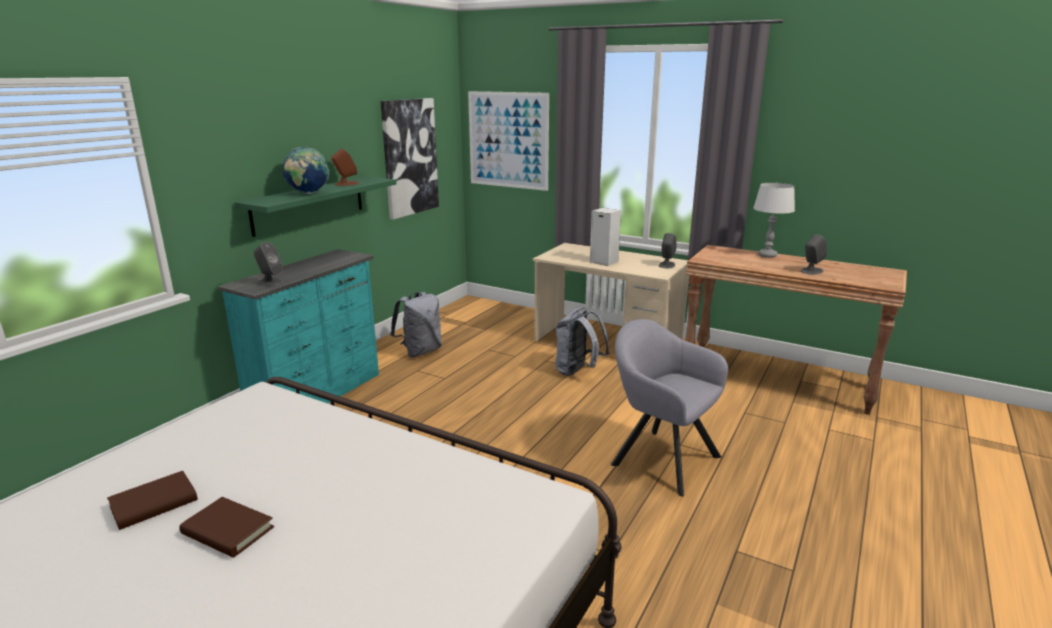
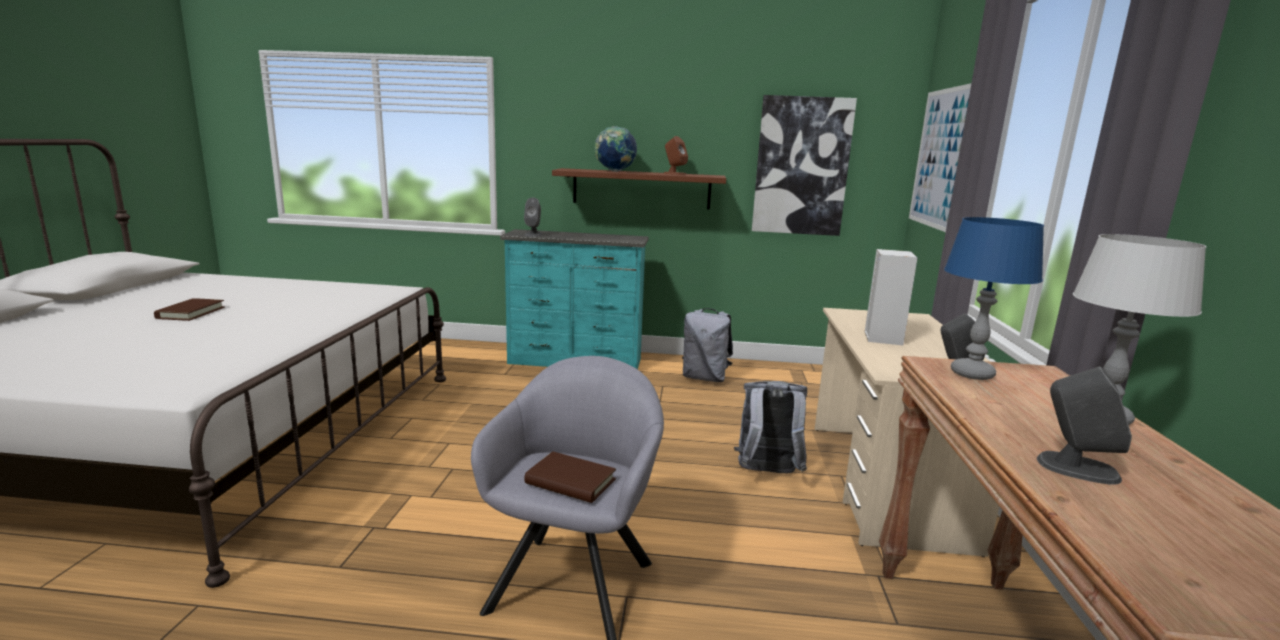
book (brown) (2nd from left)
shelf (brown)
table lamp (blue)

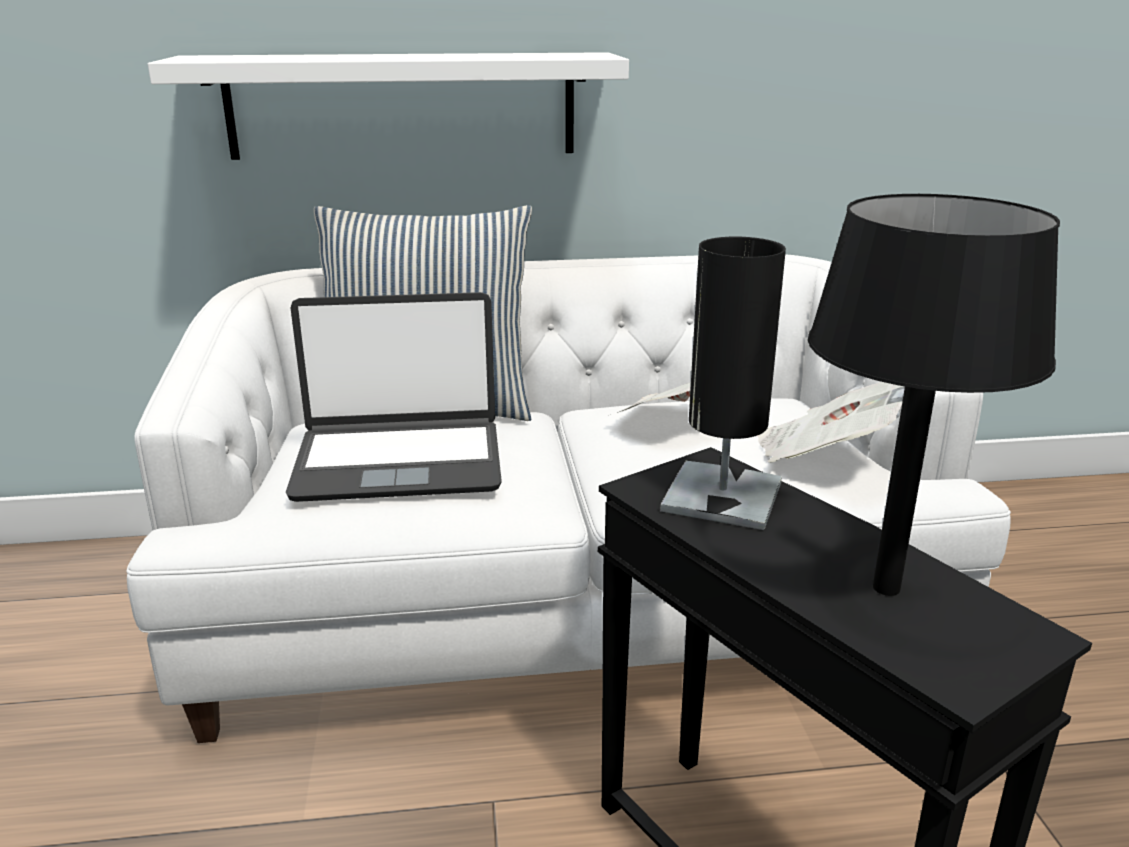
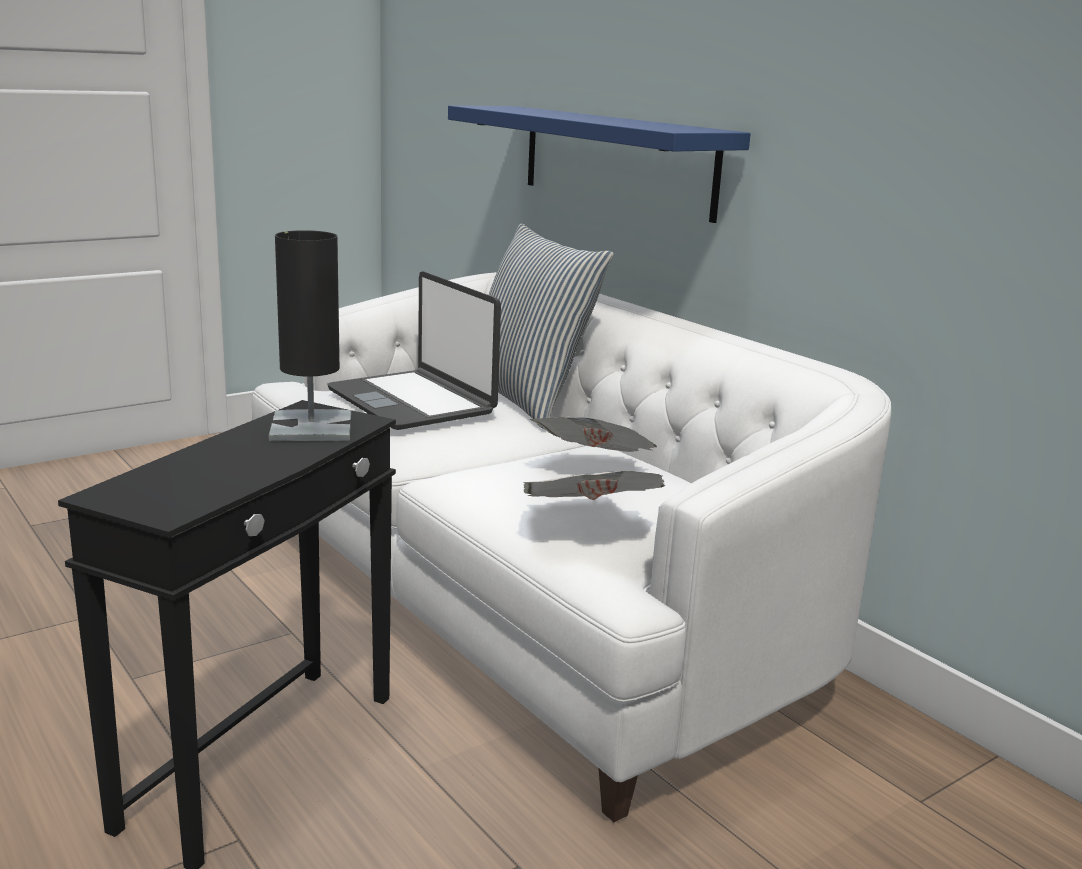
shelf (blue)
table lamp (black) (2nd from left in the first image)

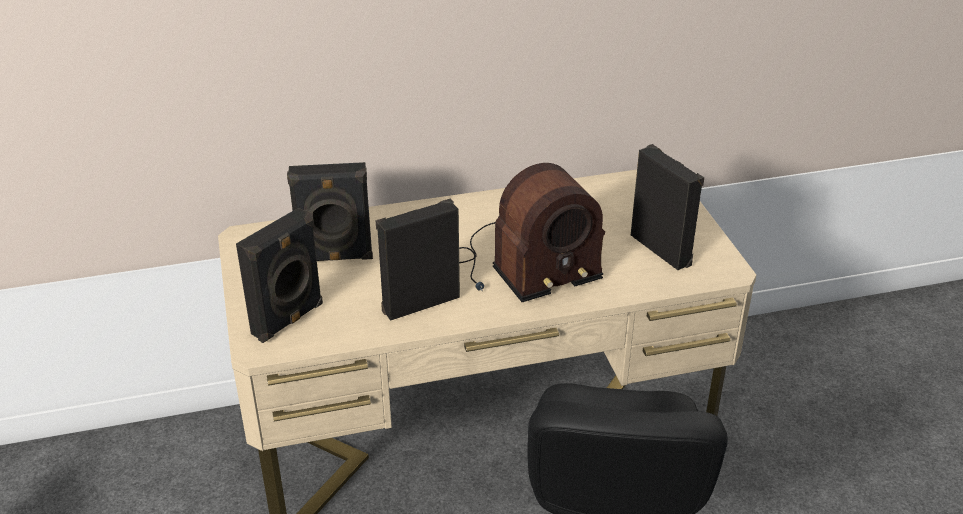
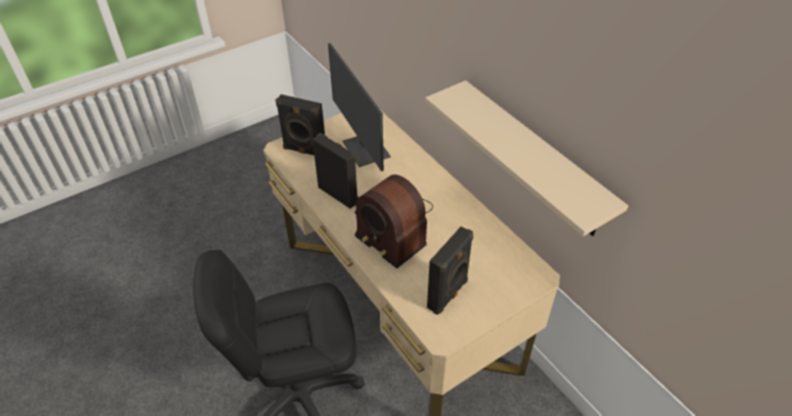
monitor
shelf (beige)

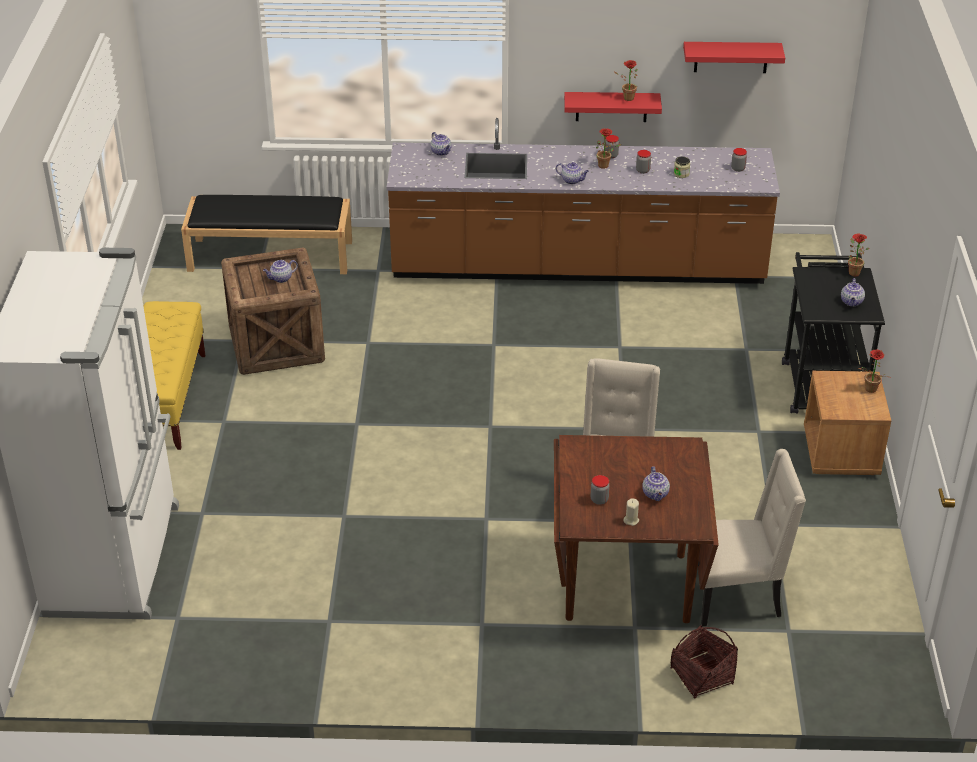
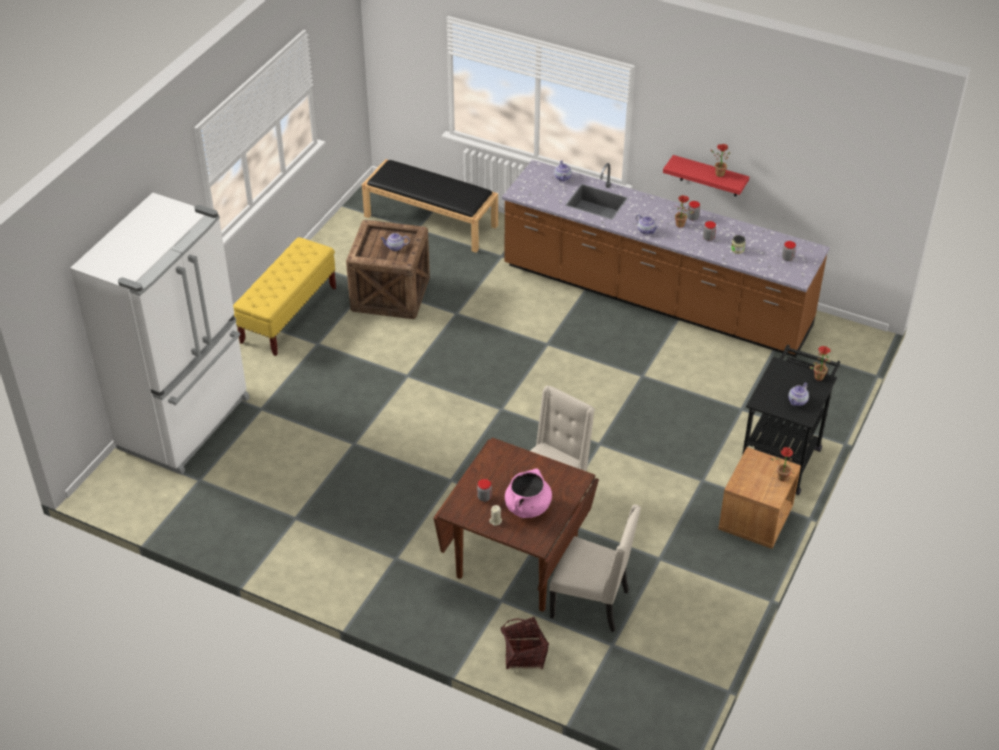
cooking pot (pink)
shelf (red) (2nd from left in the first image)

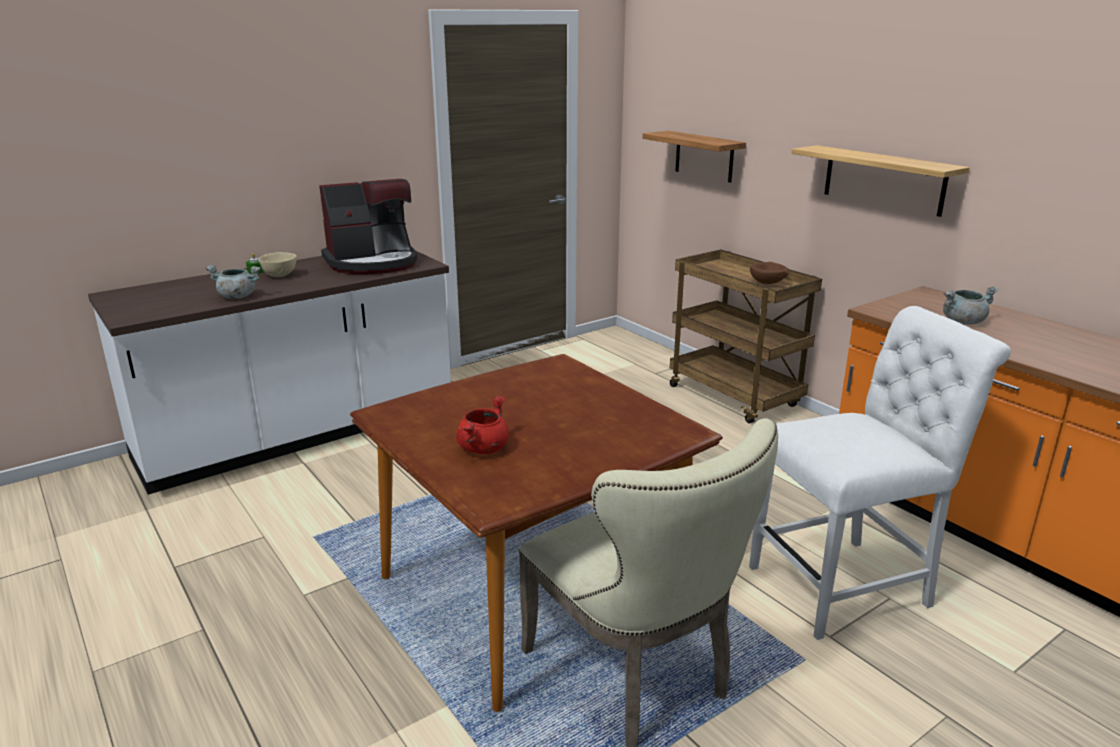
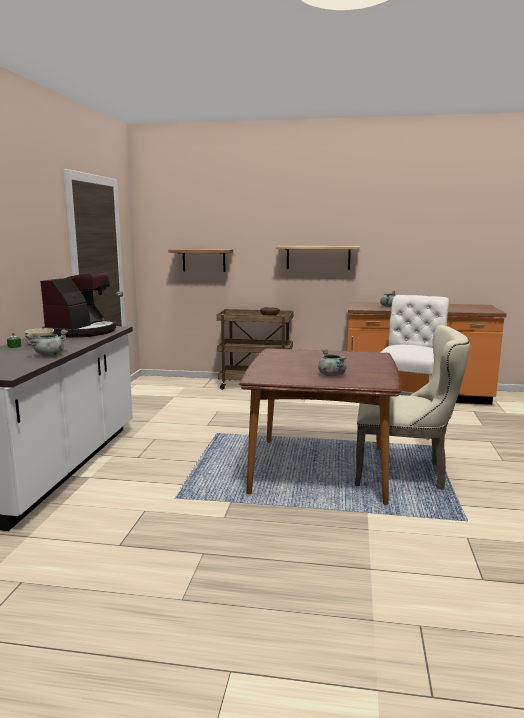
cooking pot (grey) (2nd from left)

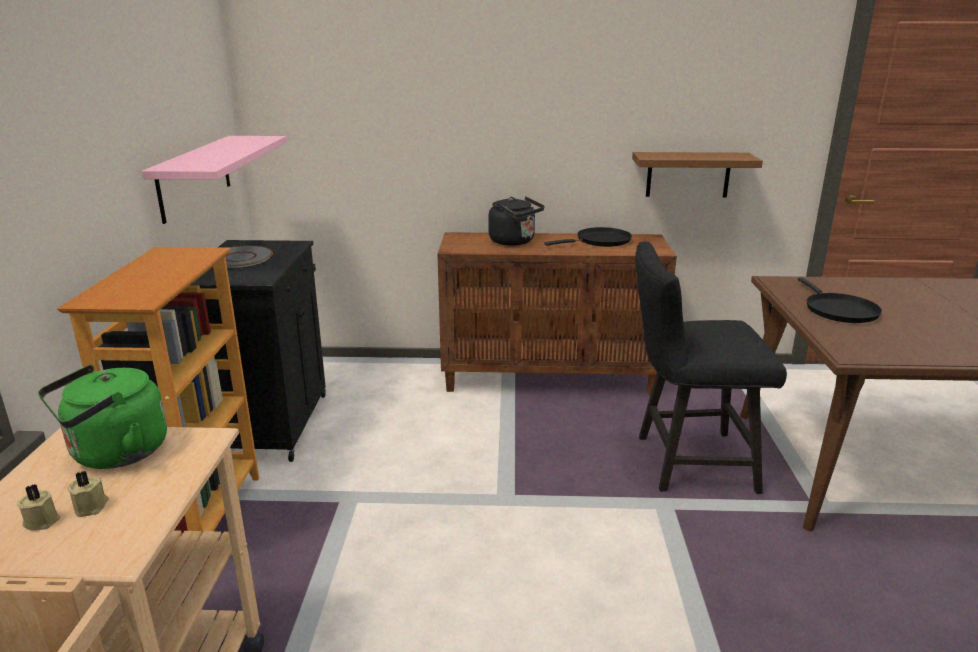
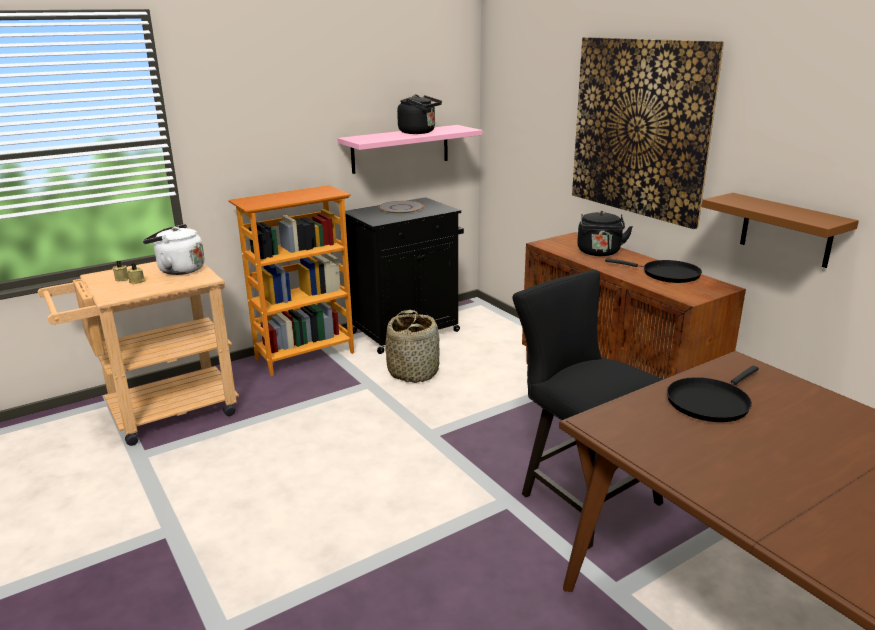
kettle (white)
basket
kettle (black) (1st from left)
picture

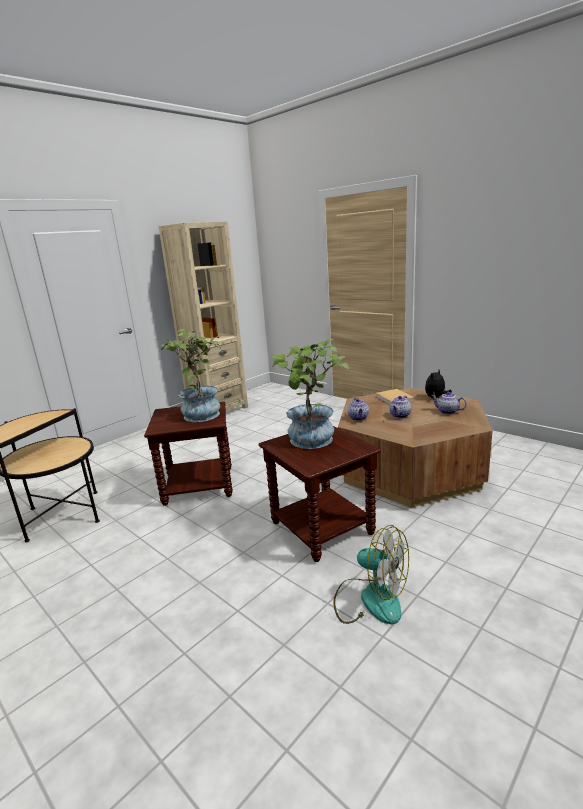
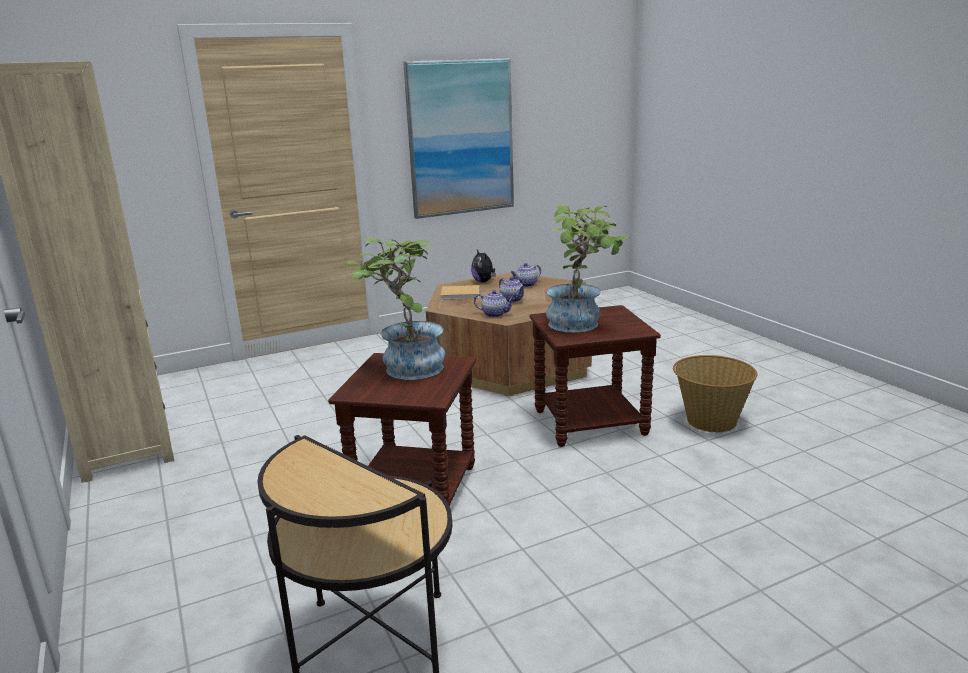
picture
basket

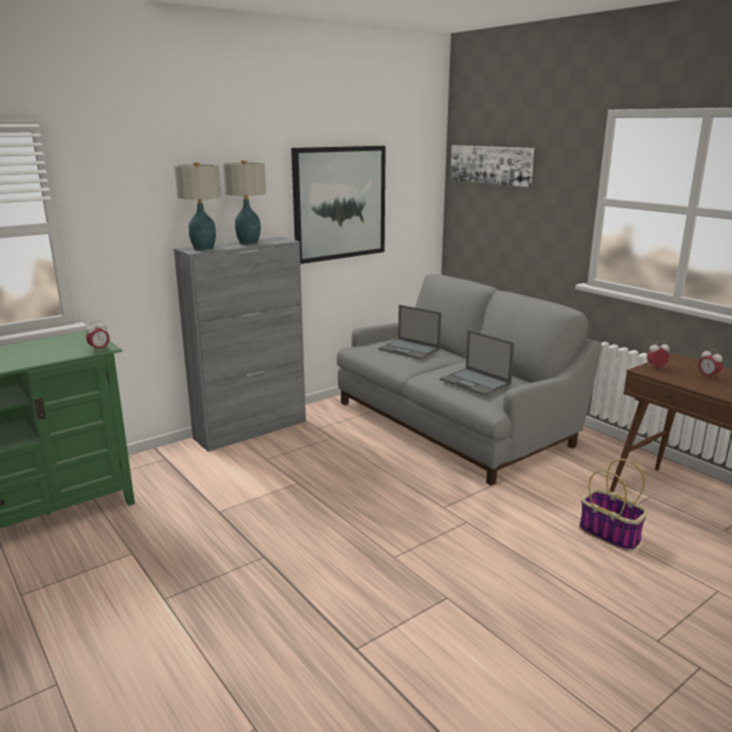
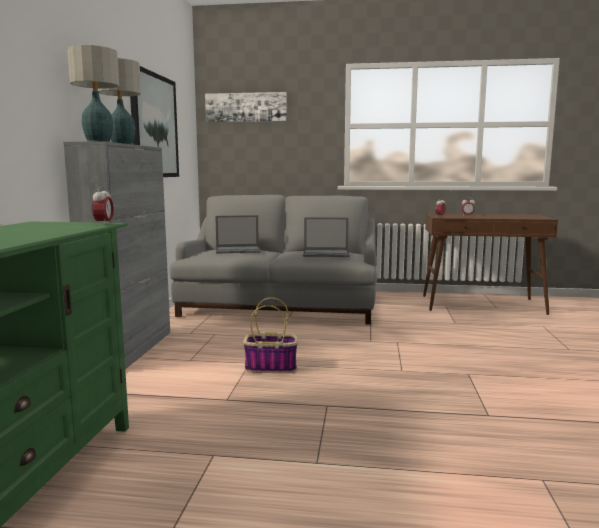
basket

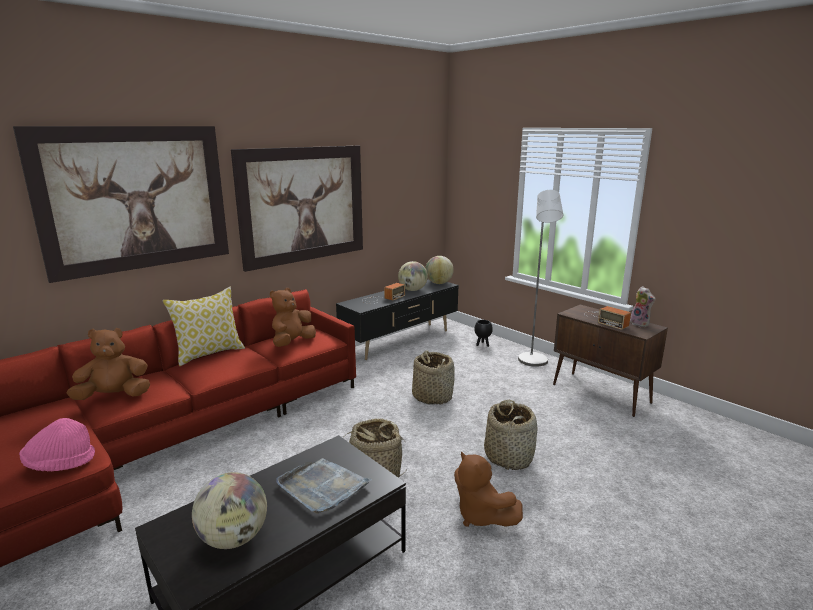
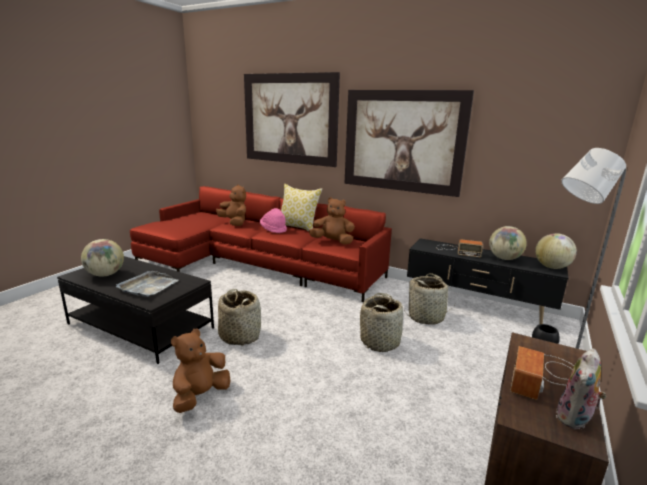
hat (pink)
basket (3rd from left)

